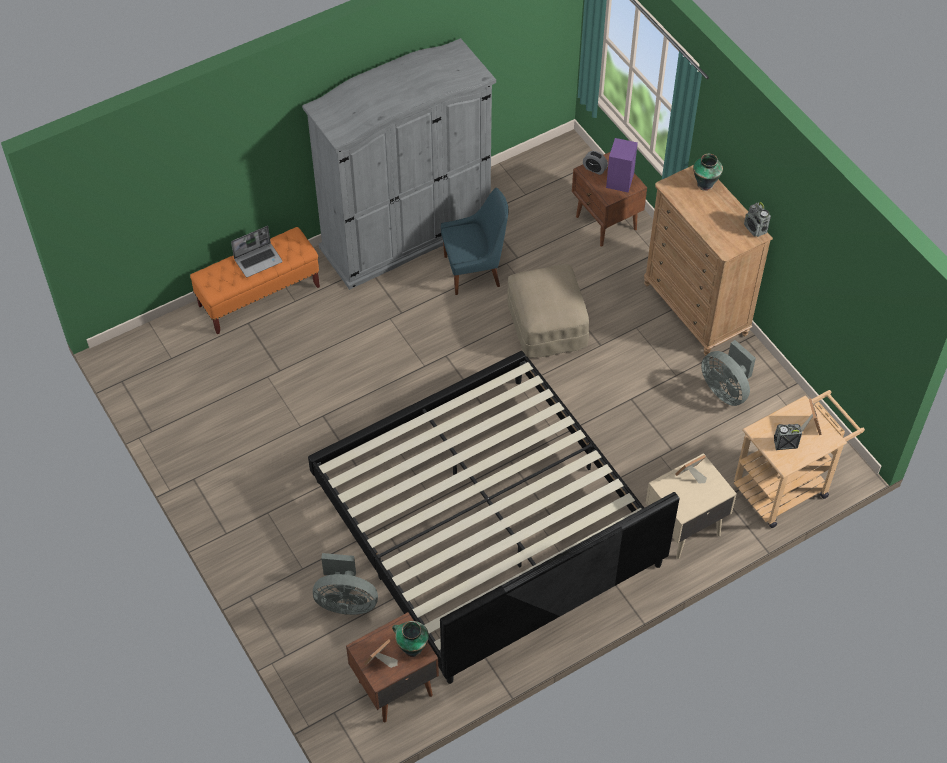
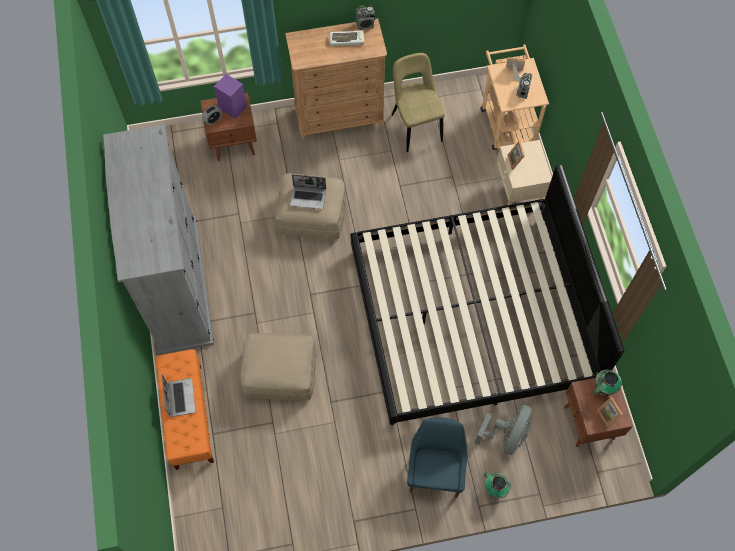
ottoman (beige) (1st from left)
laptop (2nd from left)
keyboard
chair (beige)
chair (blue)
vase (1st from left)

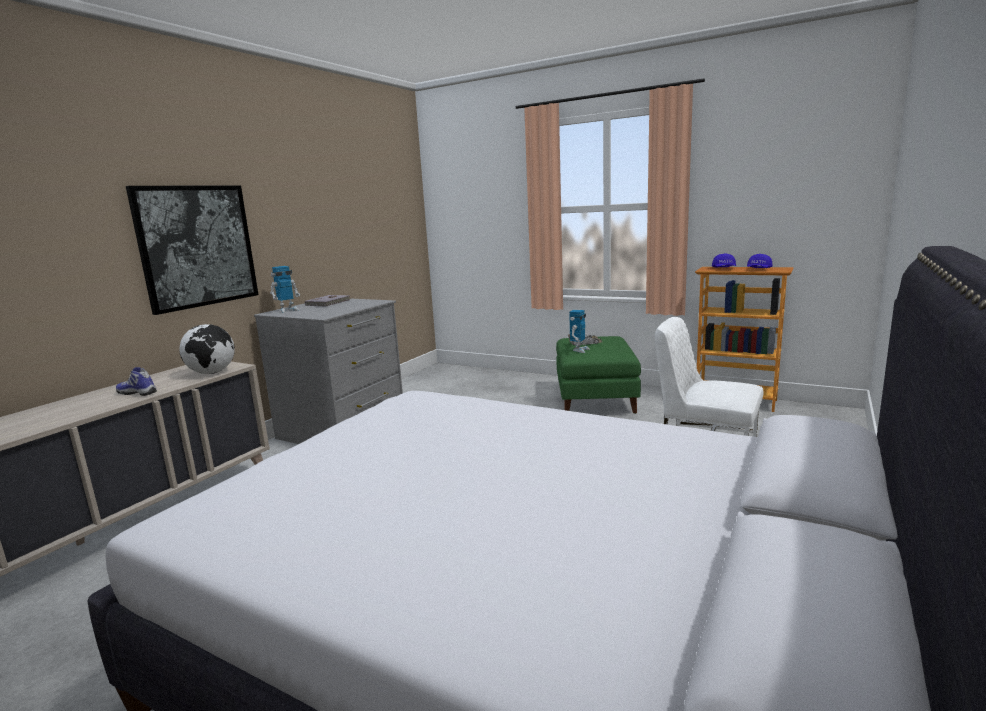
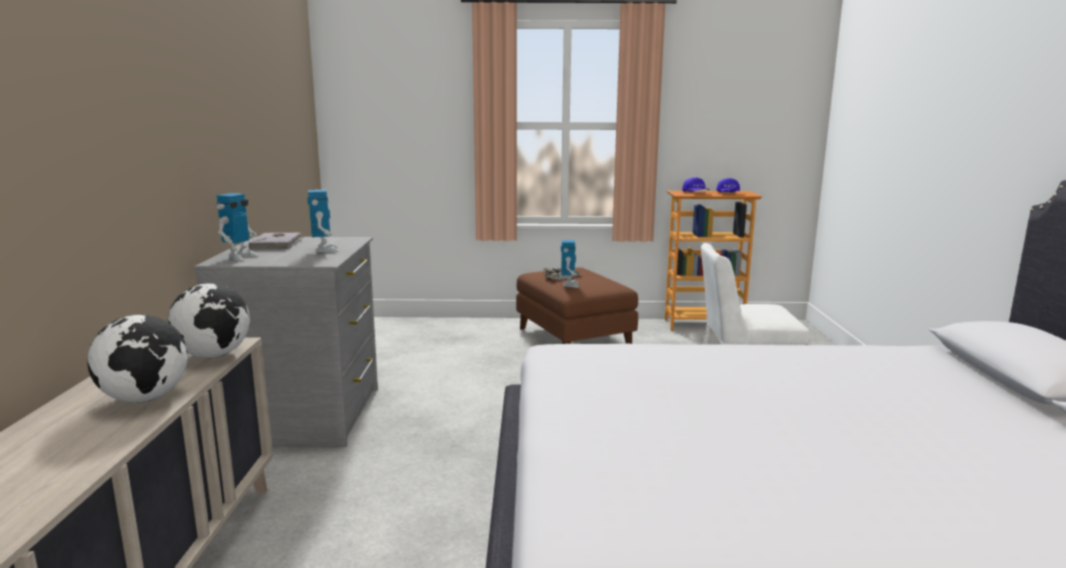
globe (1st from left)
toy robot (2nd from left)
ottoman (brown)
picture

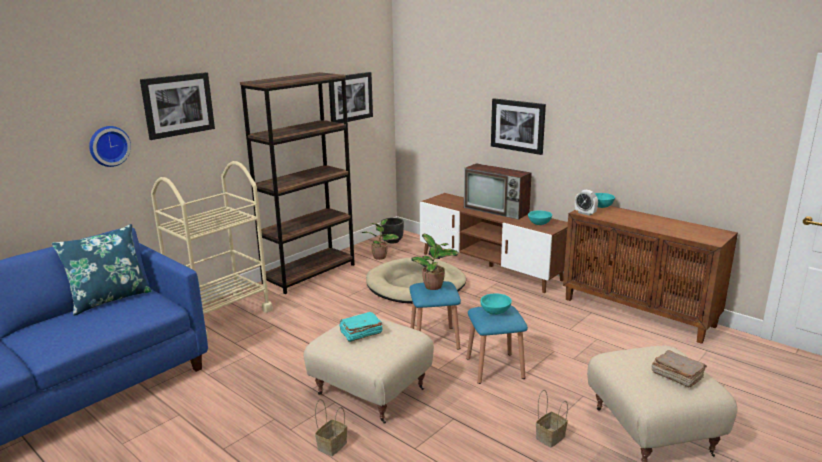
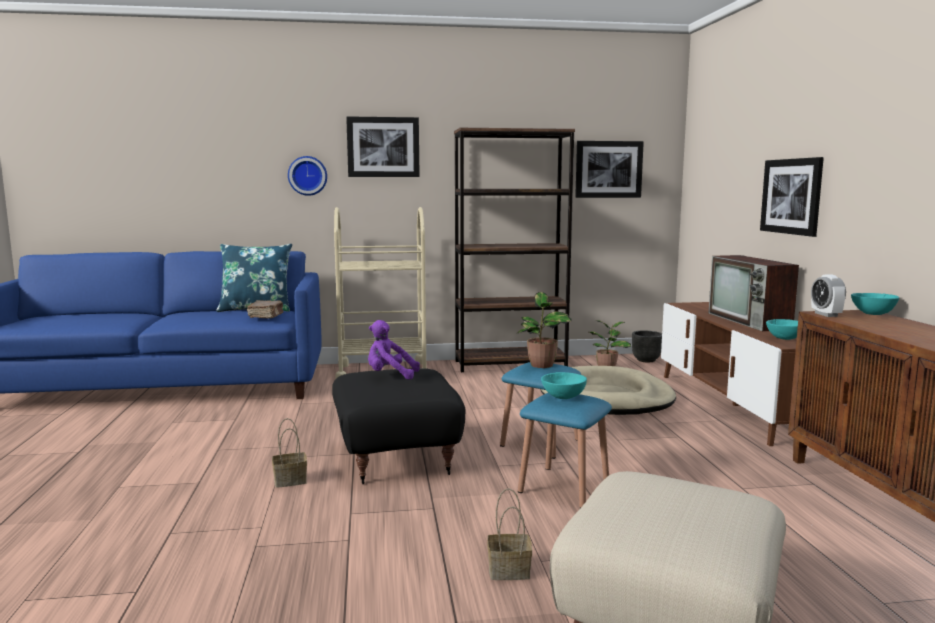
book (brown)
ottoman (black)
plush toy (purple)

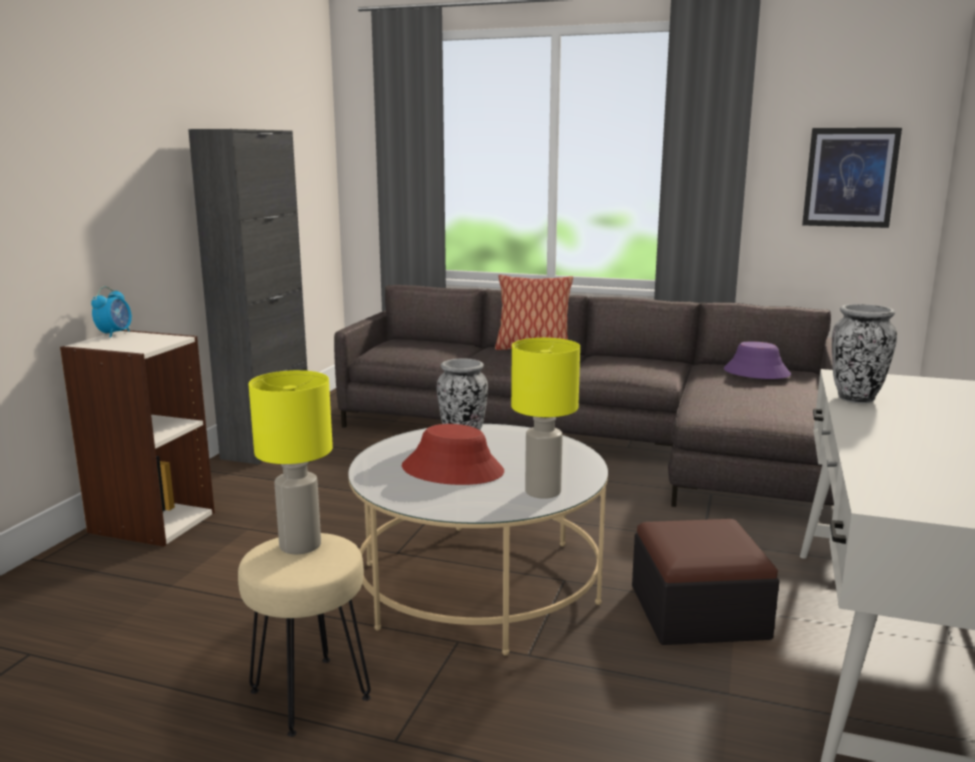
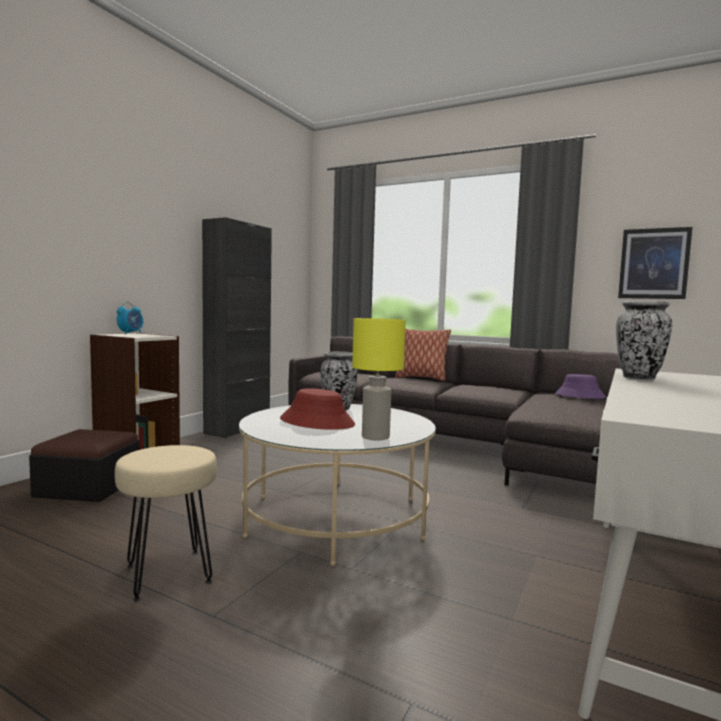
ottoman
table lamp (yellow) (1st from left in the first image)

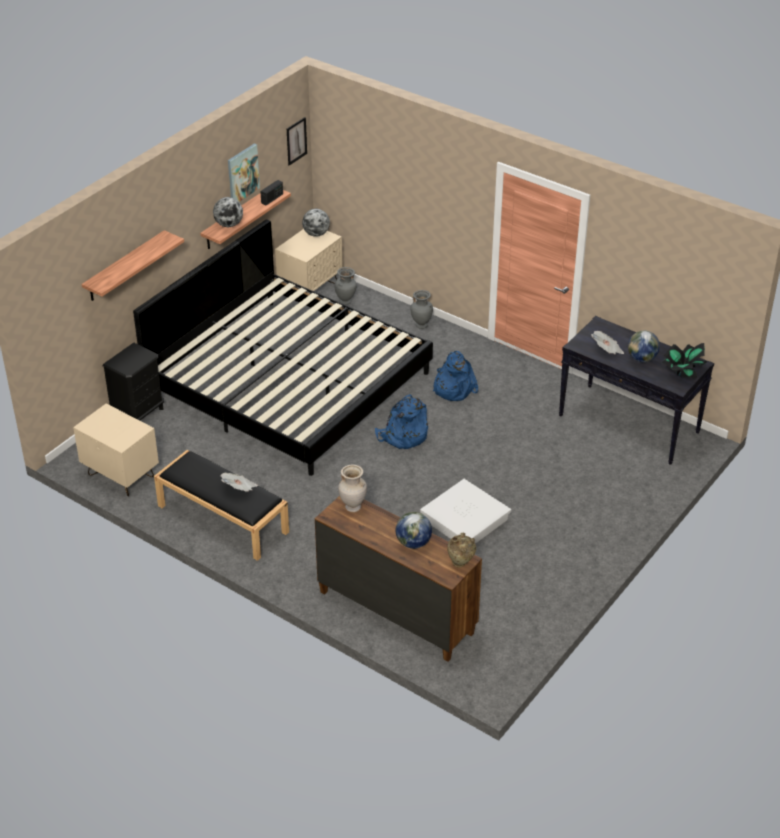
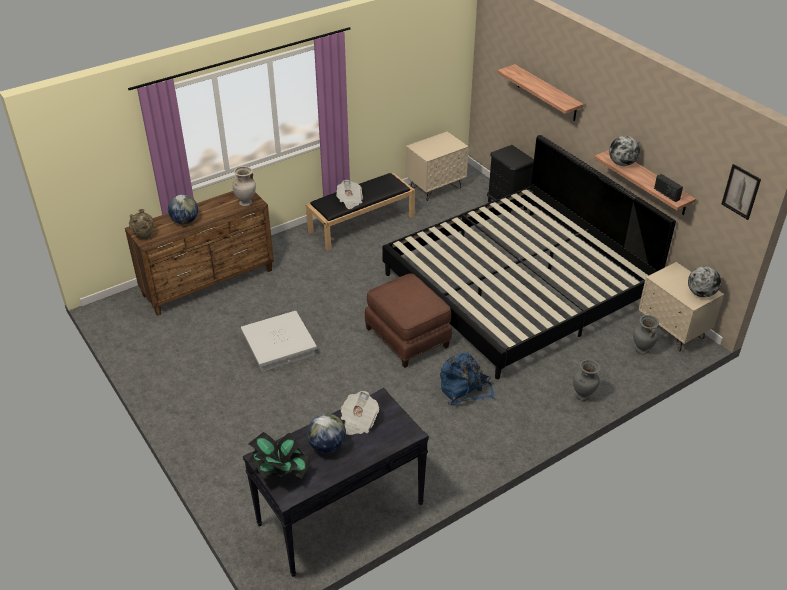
ottoman (brown)
picture (1st from left in the first image)

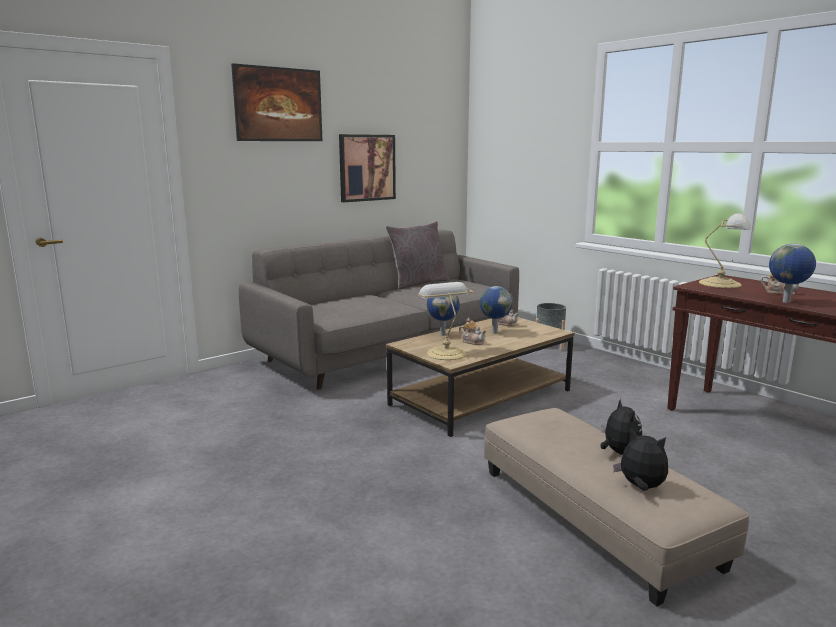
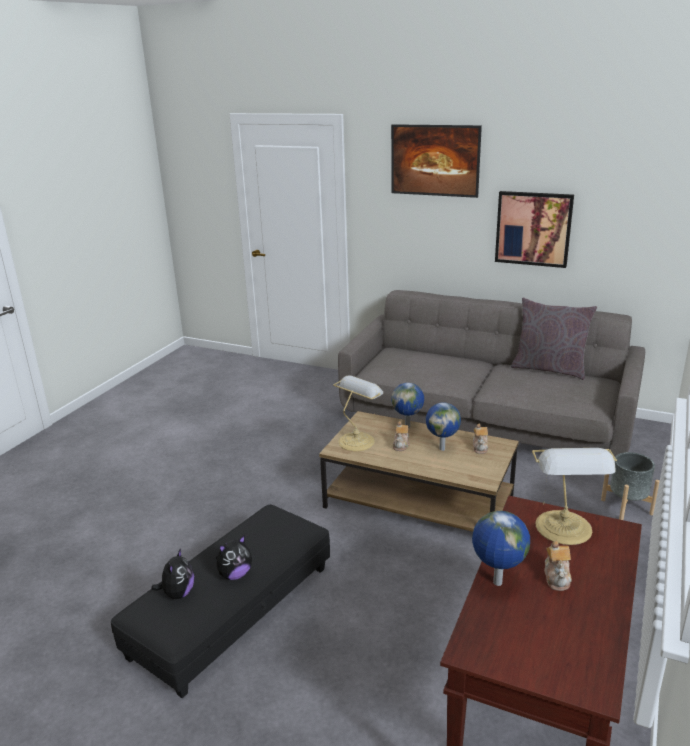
ottoman (black)

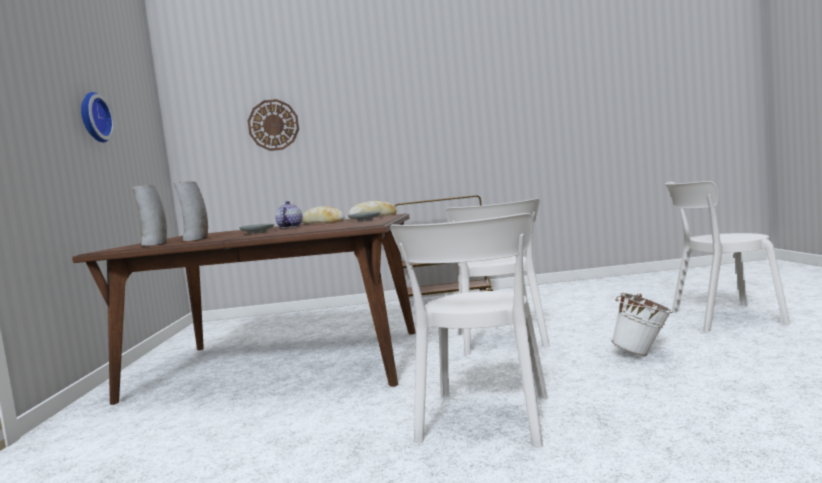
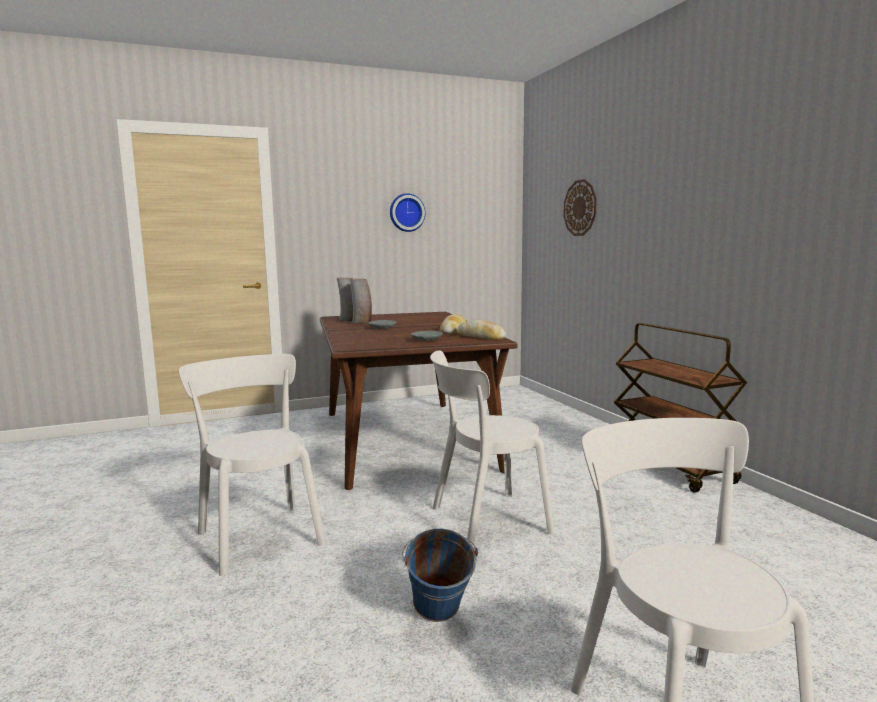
chair (white) (1st from left)
bucket (blue)
teapot

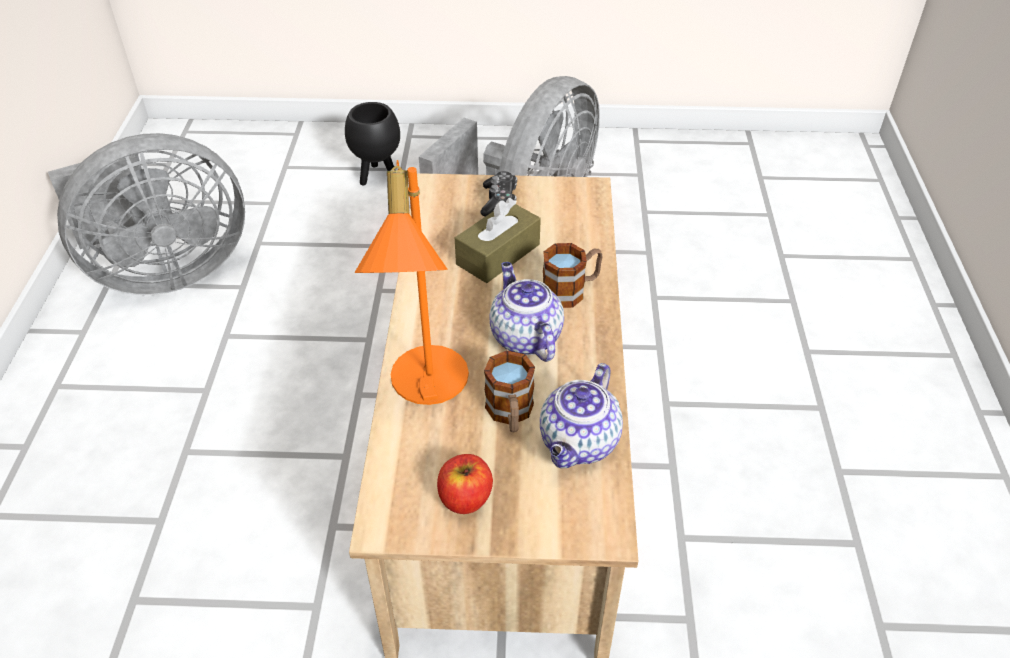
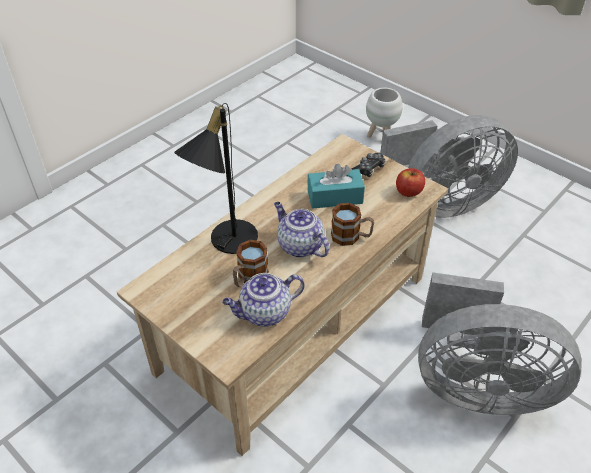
table lamp (black)
teapot (2nd from left)
tissue box (turquoise)
planter (white)
apple
fan (grey) (2nd from left)

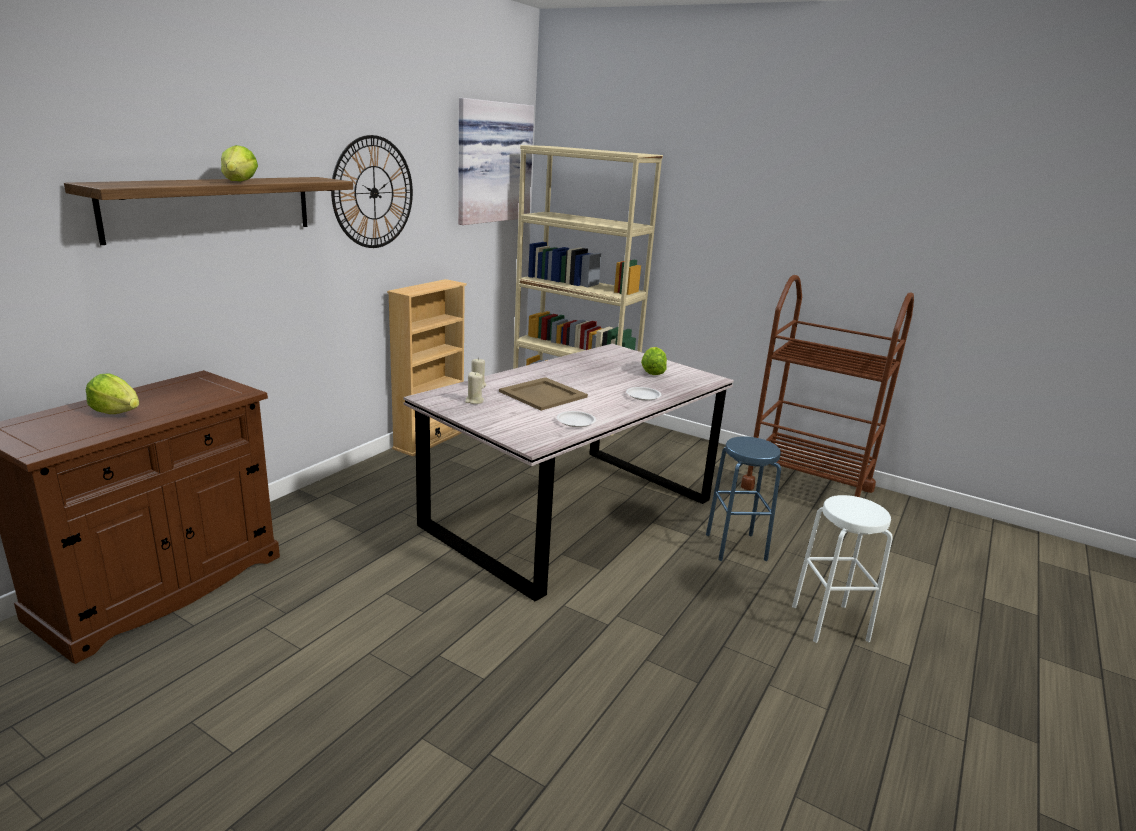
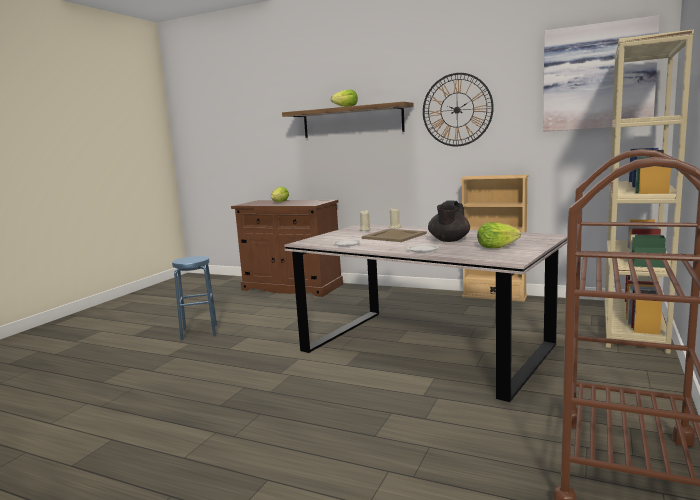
stool (blue)
teapot (black)
stool (white)

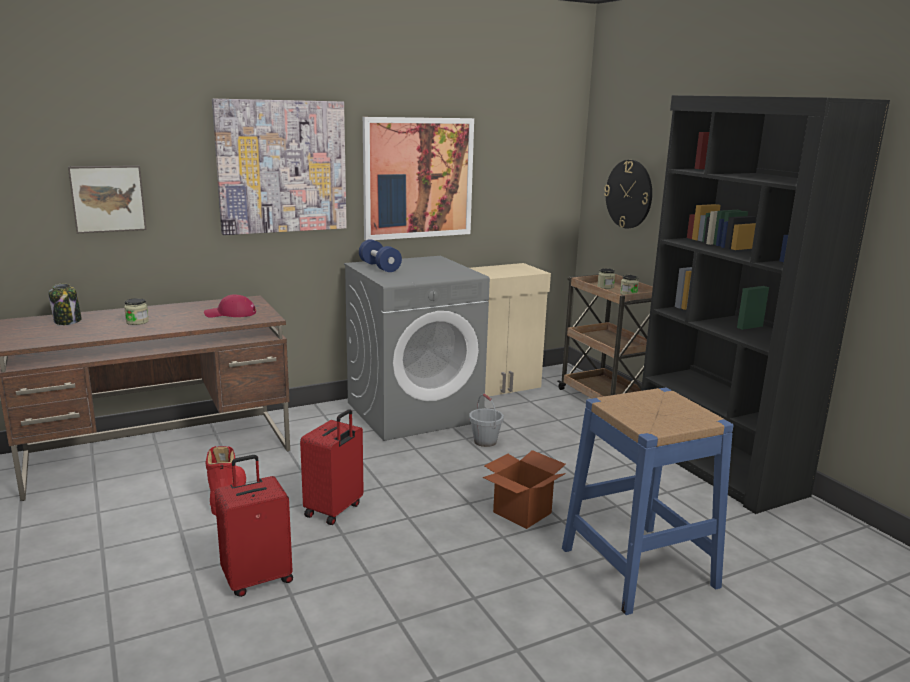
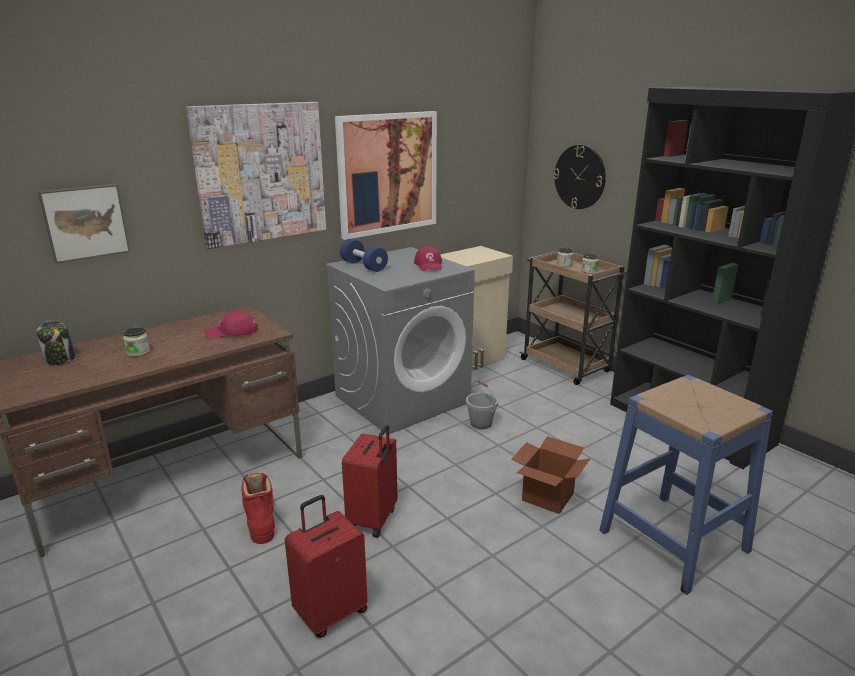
cap (red) (2nd from left)

